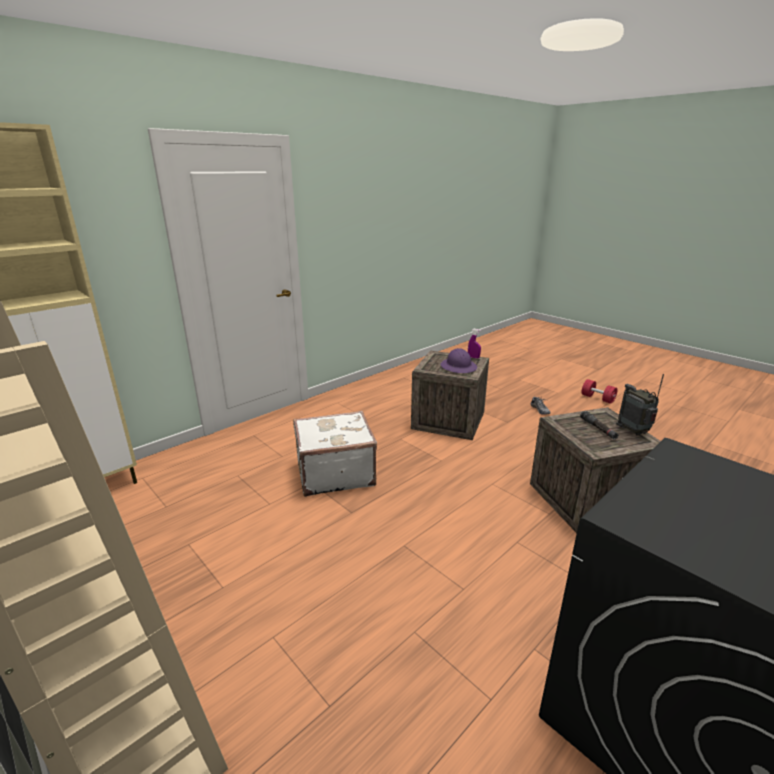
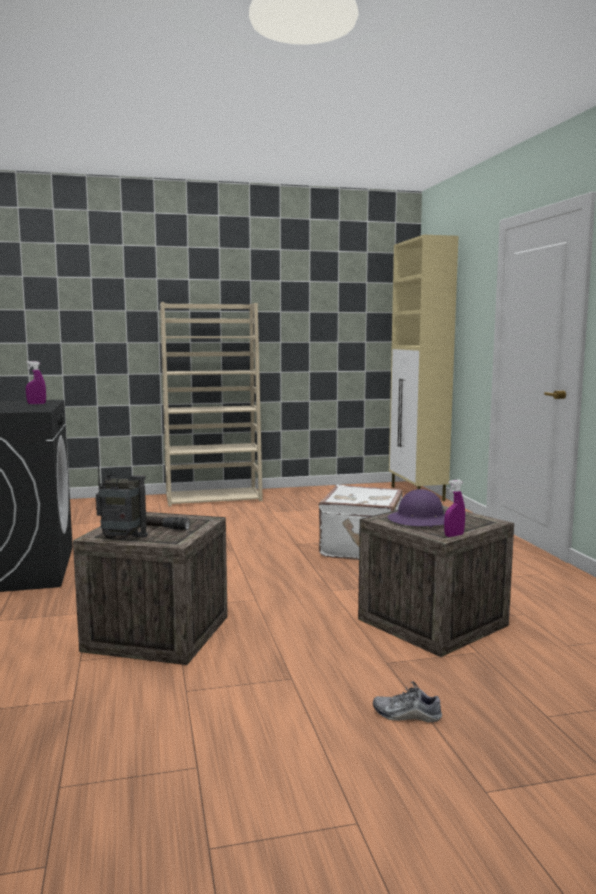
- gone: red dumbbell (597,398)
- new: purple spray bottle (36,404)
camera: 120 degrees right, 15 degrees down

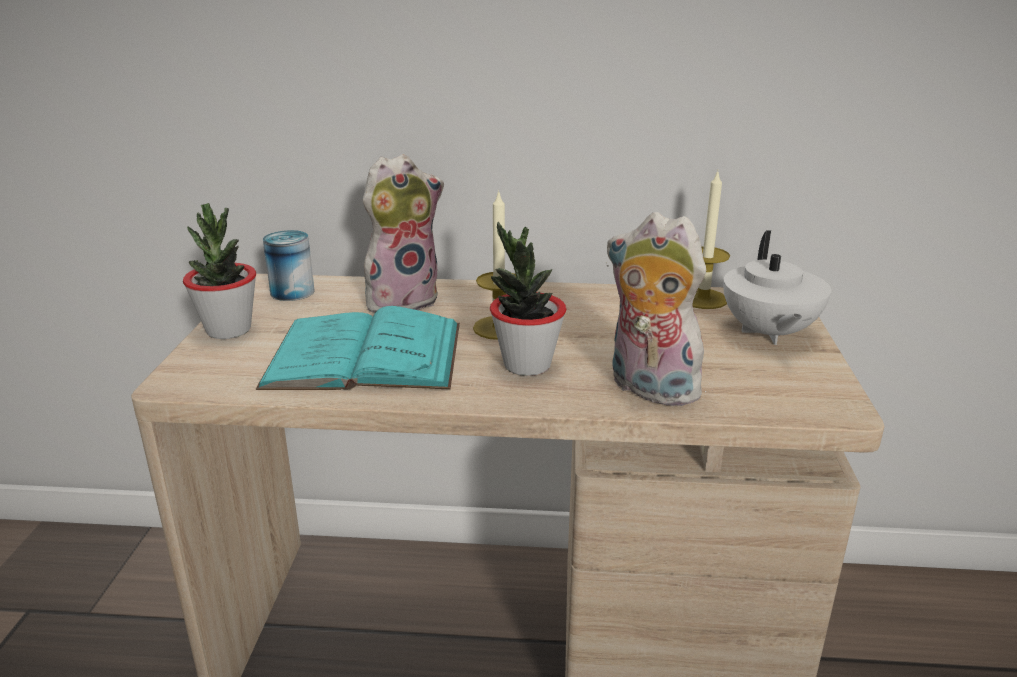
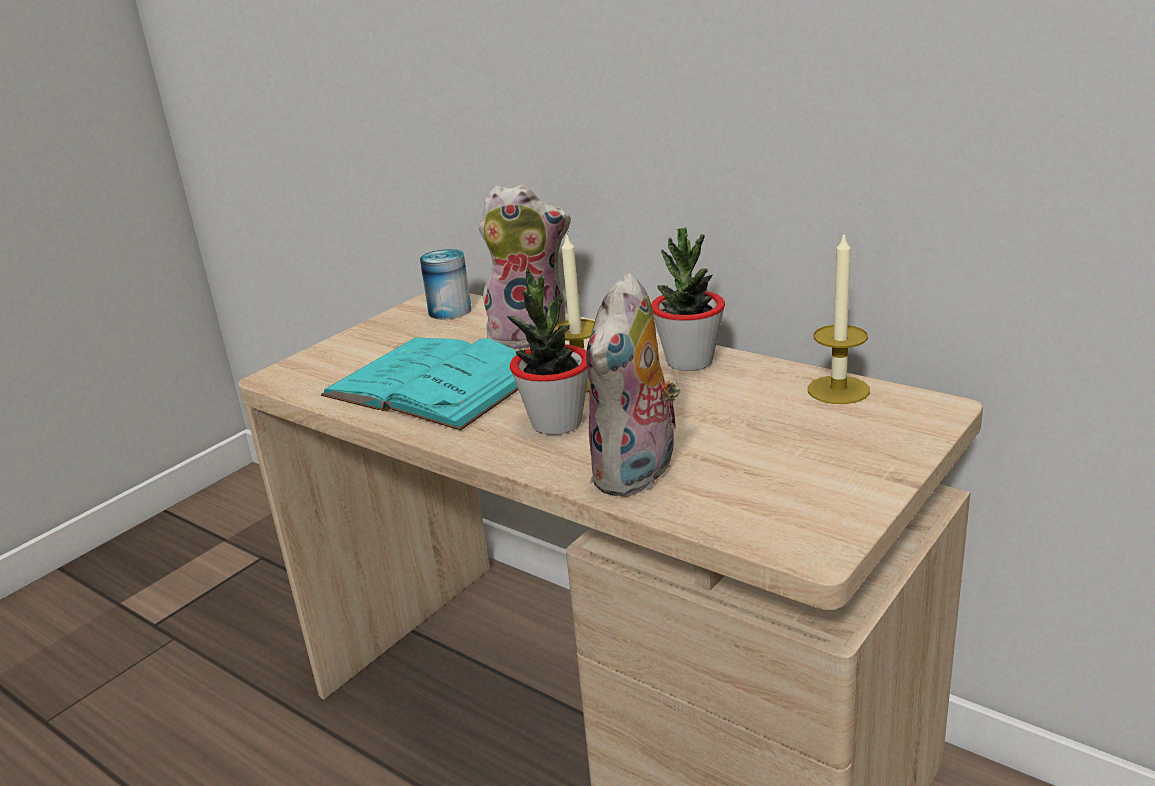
- shifted: potted plant (229,330) to (689,362)
- rotated: plush toy (648,389) = (637,474) 135 degrees counterclockwise
- gone: white teapot (768,333)
camera: 35 degrees right, 0 degrees up

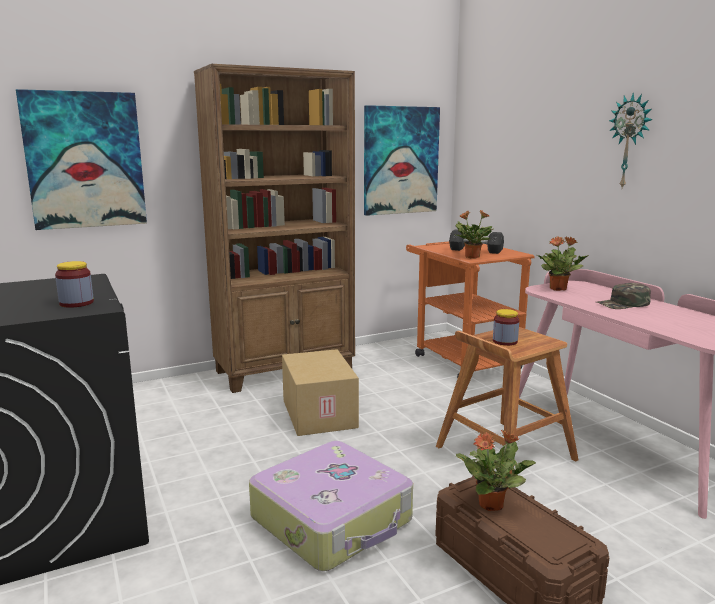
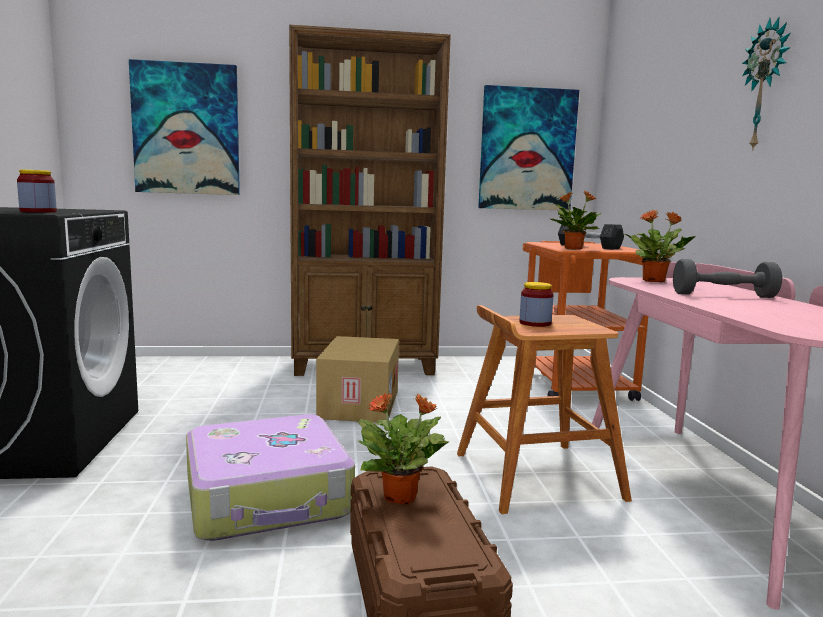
- swapped: green cap (623,304) to grey dumbbell (723,296)
camera: 20 degrees right, 5 degrees down

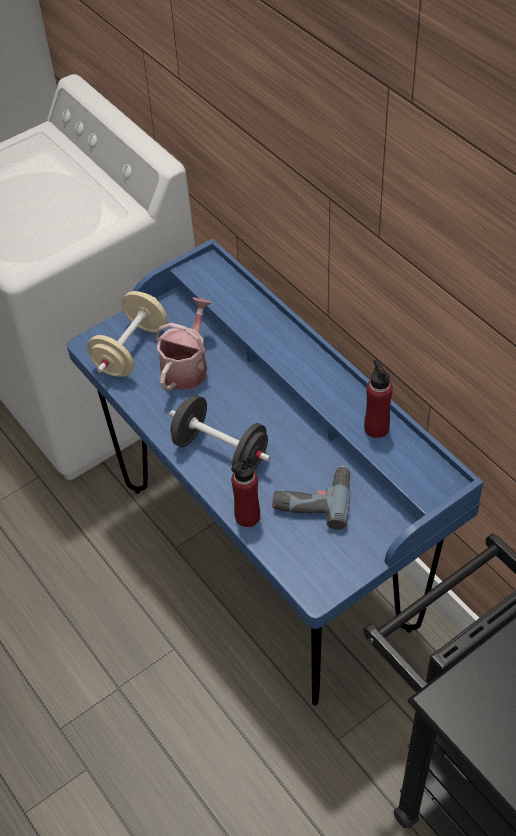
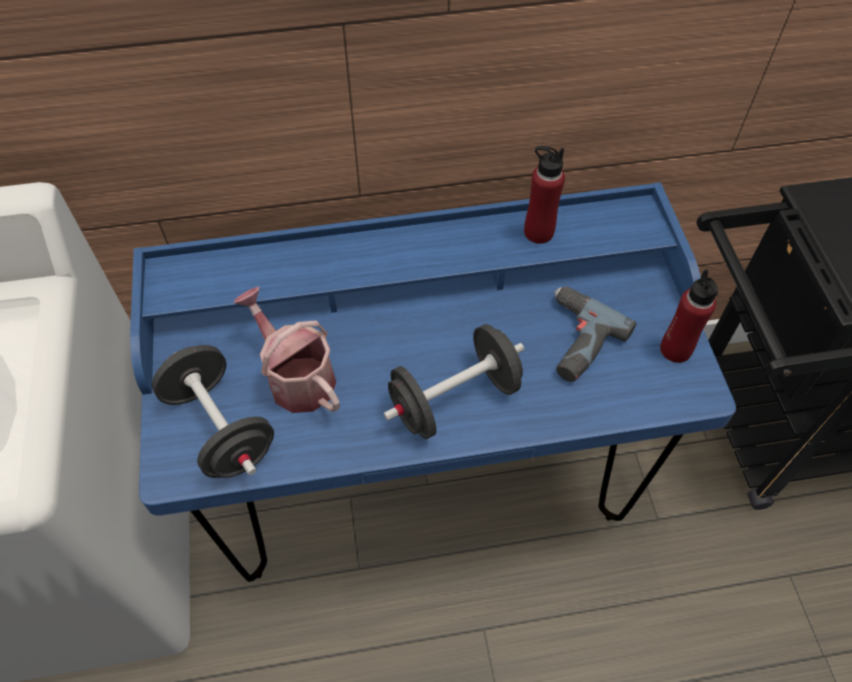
- repainted: beige dumbbell (130,350) to black dumbbell (220,428)
- shifted: red bottle (247,516) to (675,349)
camera: 65 degrees left, 5 degrees up

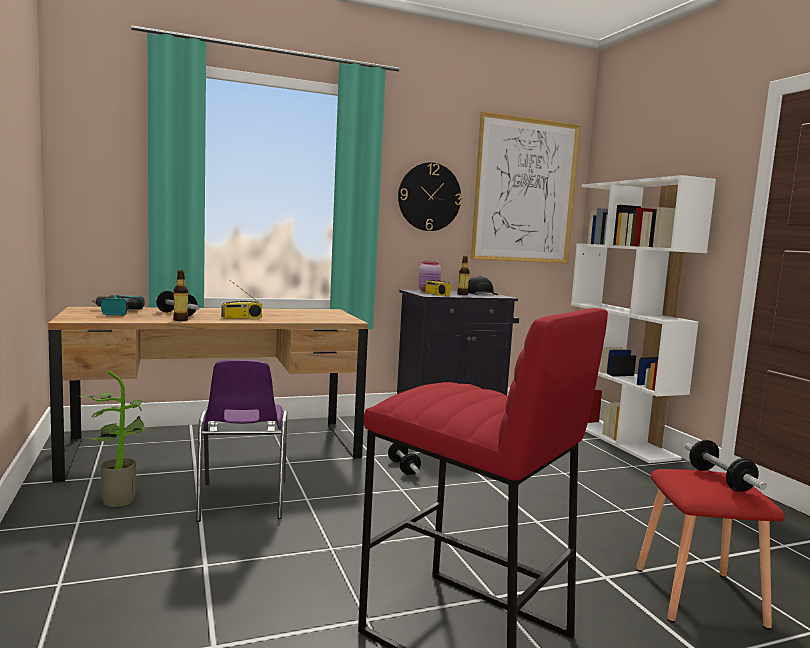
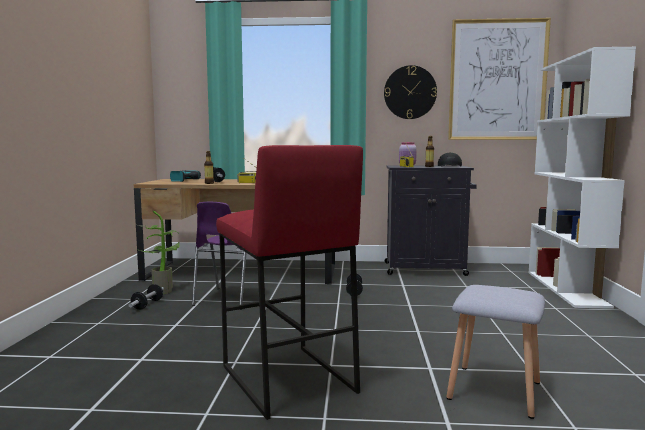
- repainted: red stool (700,596) to grey stool (496,390)
- shifted: dumbbell (720,480) to (147,305)
camera: 25 degrees right, 0 degrees up

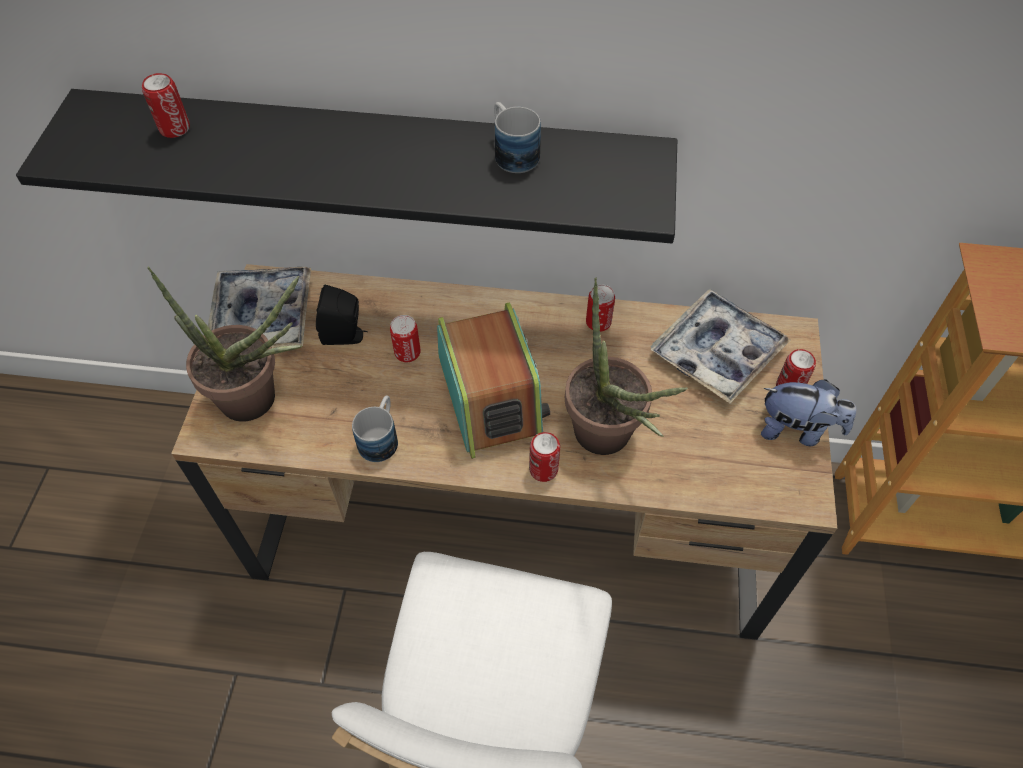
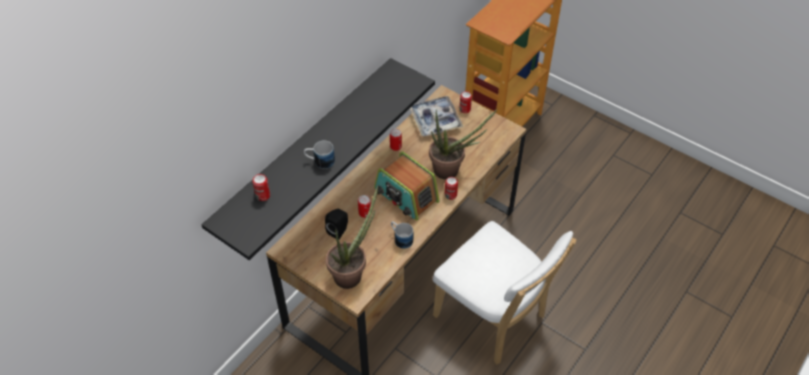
- gone: tray (262,316)
- rotated: radio (490,396) = (406,196) 150 degrees counterclockwise
- shifted: mug (512,152) to (320,161)
- gone: plush toy (796,430)
camera: 60 degrees left, 5 degrees down

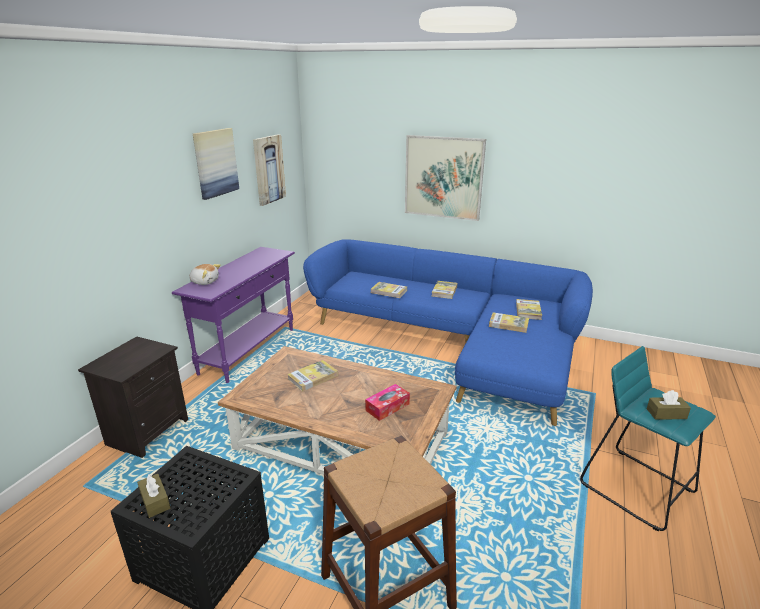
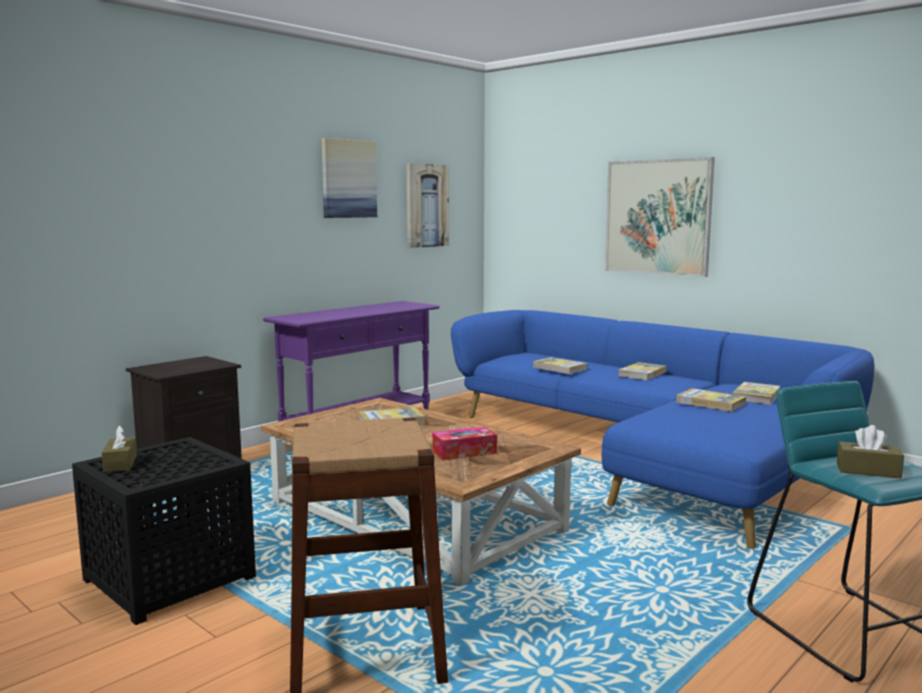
- gone: plush toy (205,281)
camera: 20 degrees right, 15 degrees down

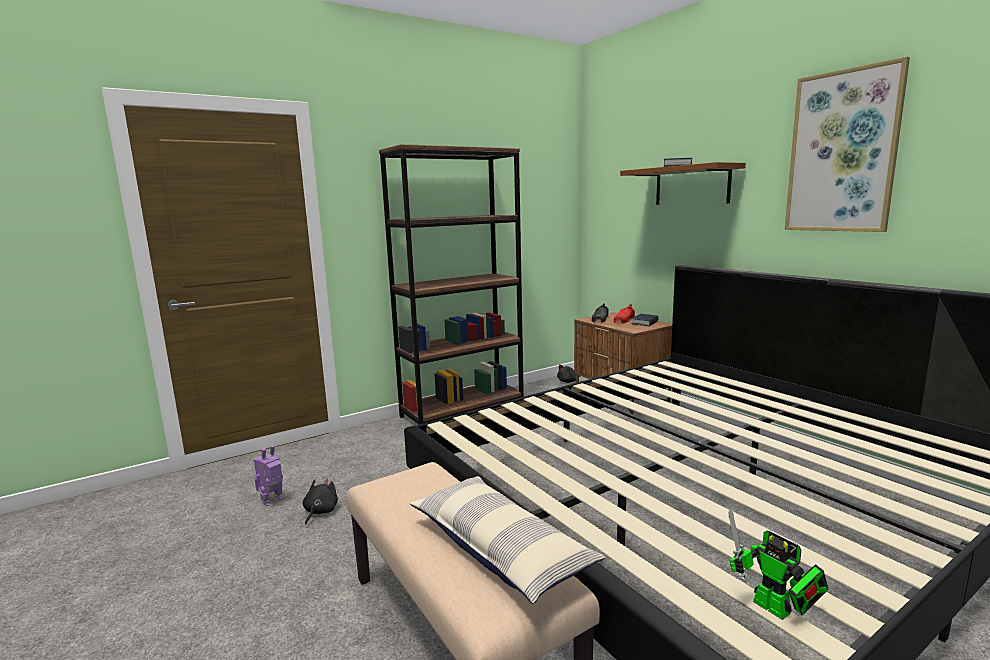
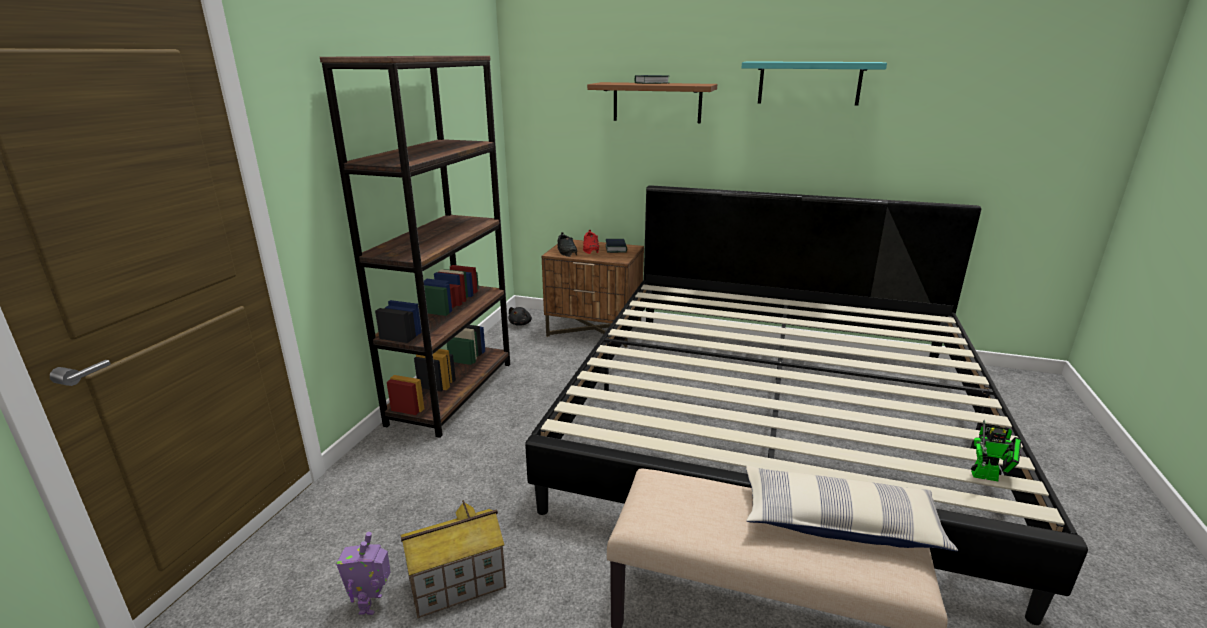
- swapped: black plush toy (320,512) to toy house (456,584)
- swapped: picture (842,152) to turquoise shelf (809,83)
camera: 40 degrees left, 10 degrees up

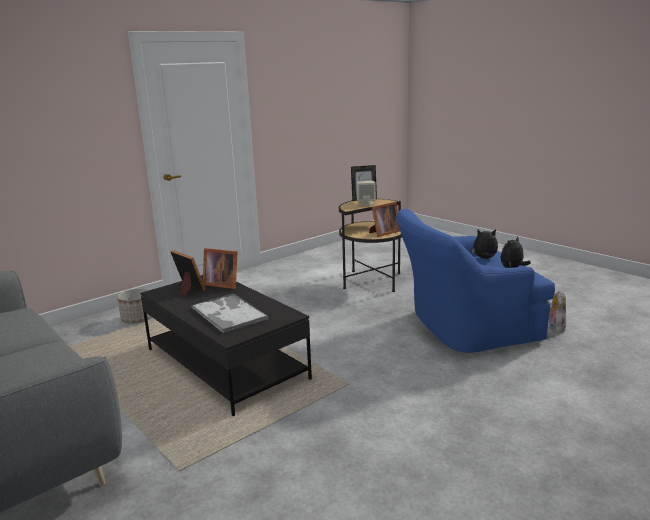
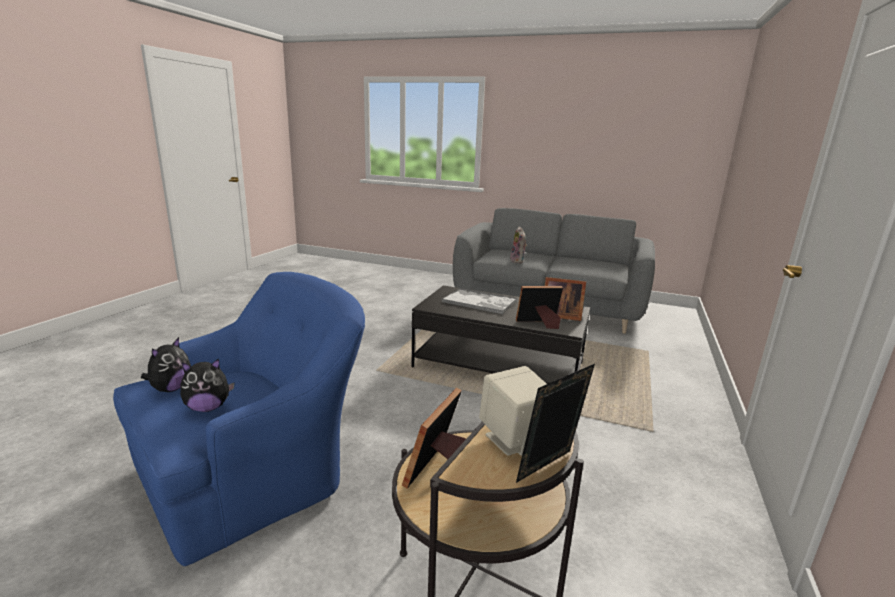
- gone: planter (138,318)
- shifted: plush toy (555,328) to (518,261)
camera: 150 degrees right, 0 degrees up

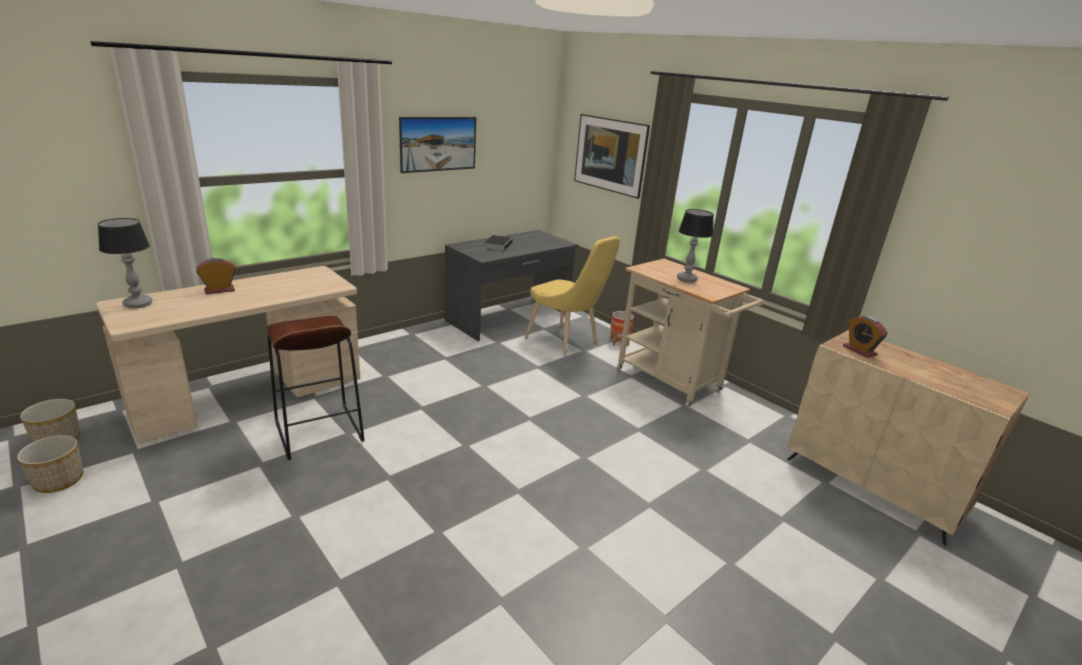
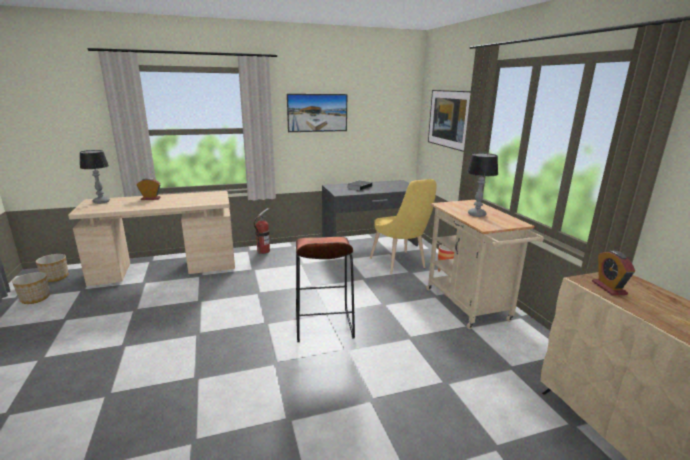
- shifted: brown stool (318,431) to (323,325)
- new: fire extinguisher (263,251)
camera: 25 degrees right, 5 degrees down

